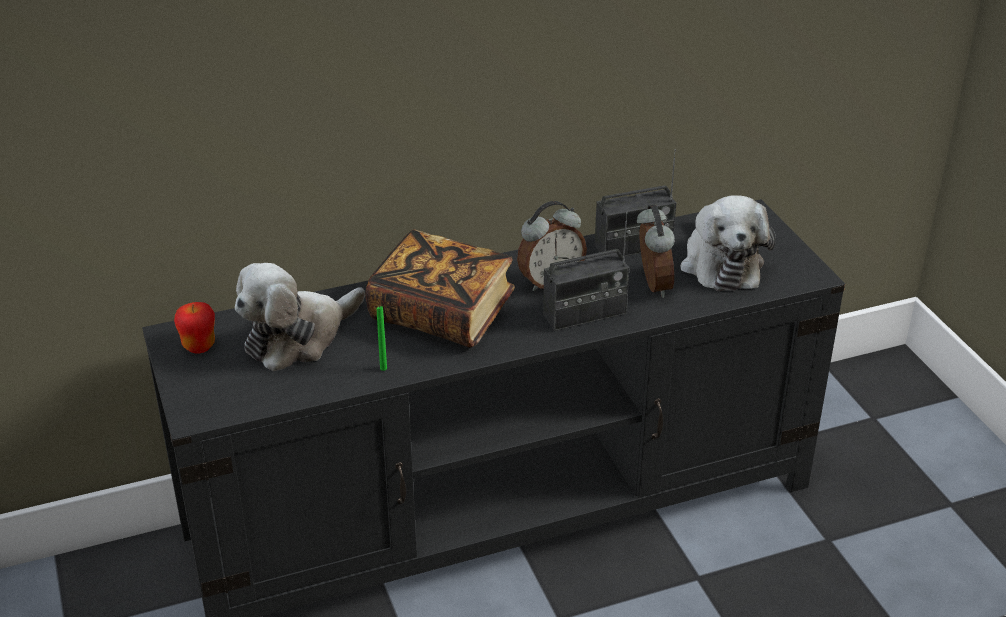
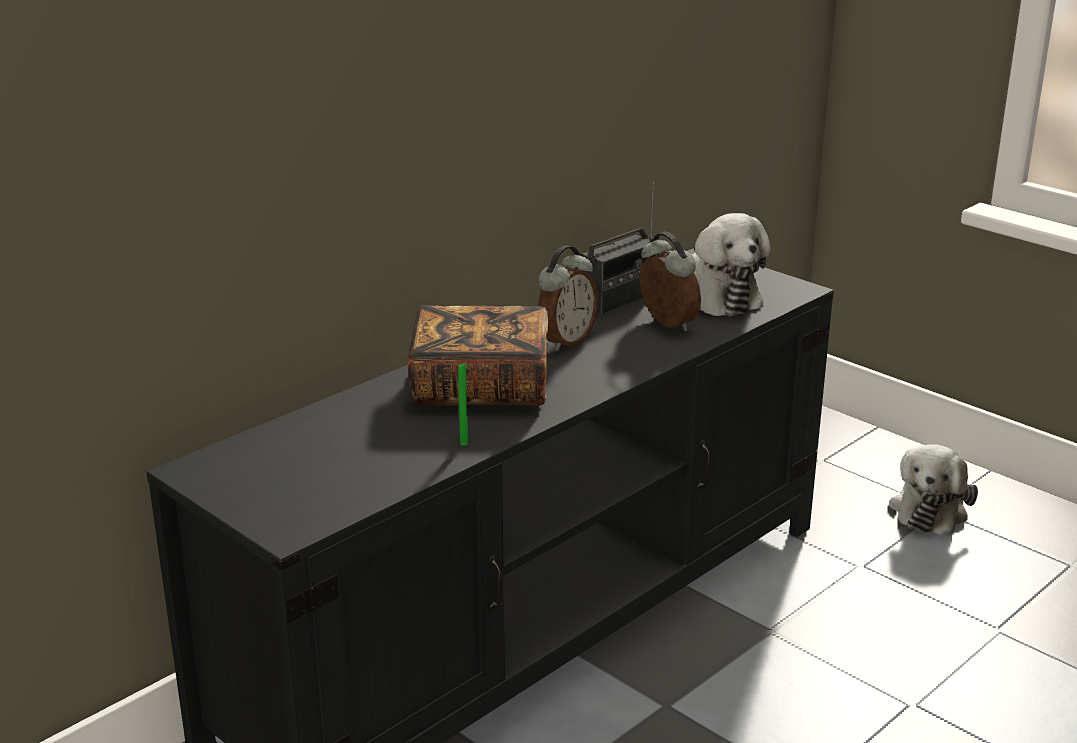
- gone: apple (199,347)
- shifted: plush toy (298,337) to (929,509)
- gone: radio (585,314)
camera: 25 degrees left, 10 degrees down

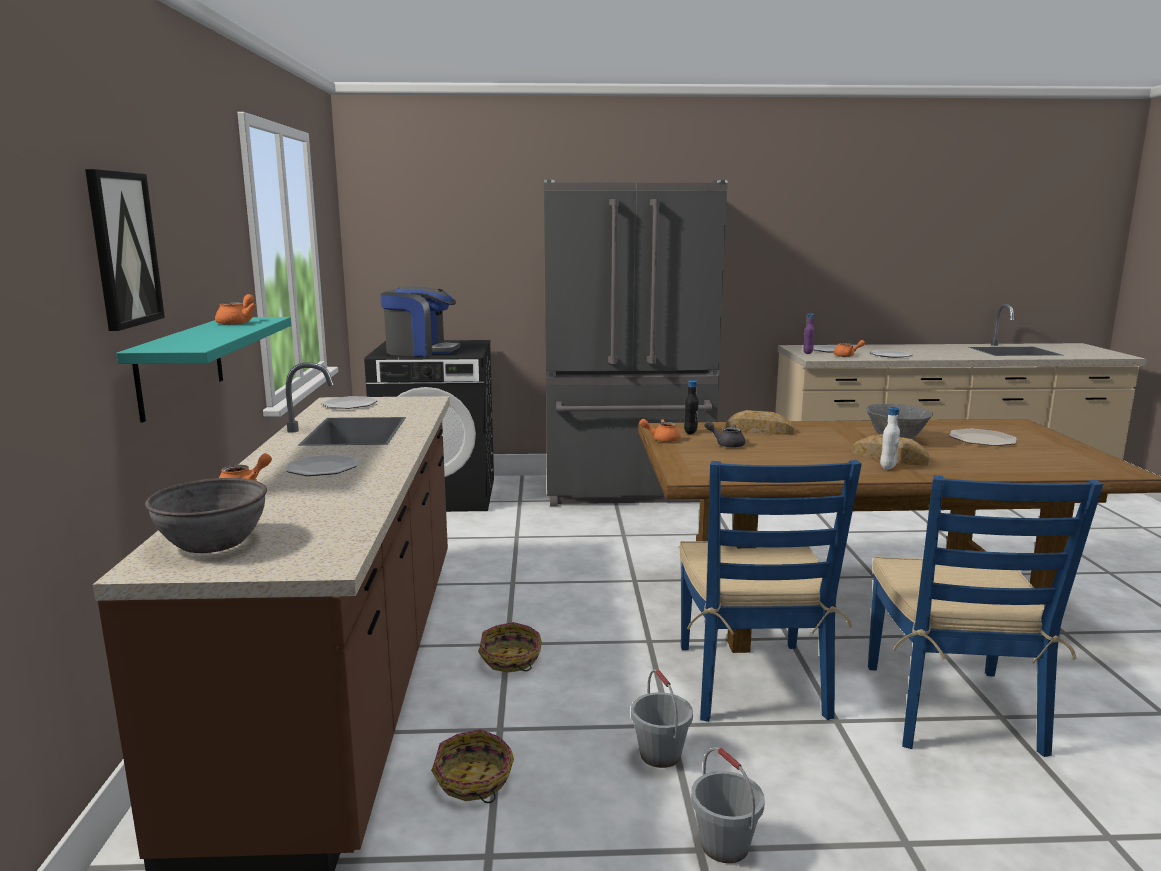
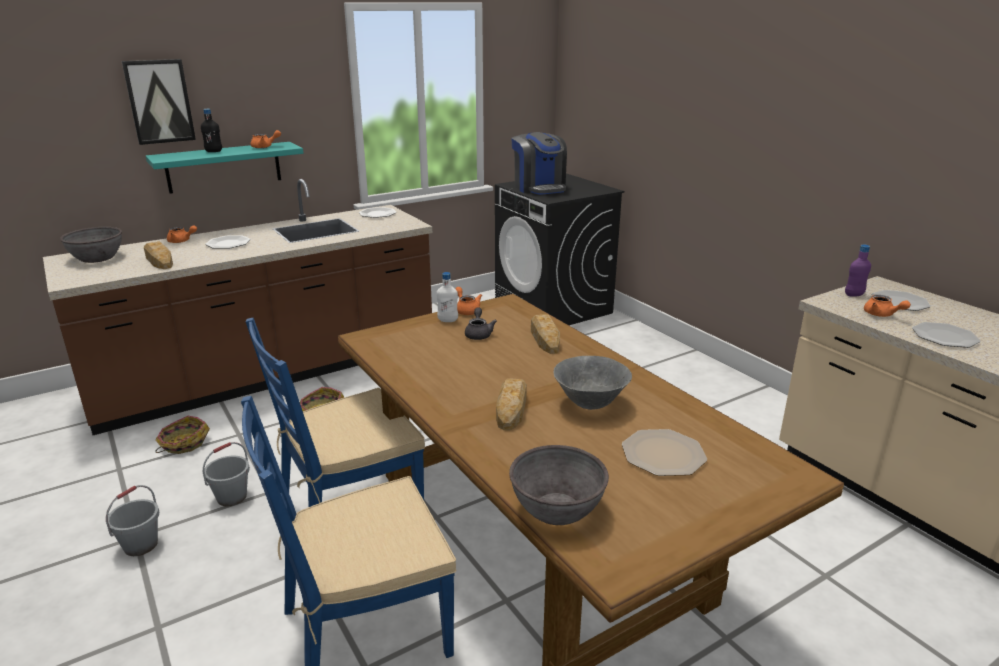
- gone: grey fridge (627,490)
- shifted: black bottle (690,432) to (214,151)
- shifted: white bottle (887,467) to (447,320)
- new: bread (159,260)
- new: grey bowl (557,508)
camera: 60 degrees right, 10 degrees up

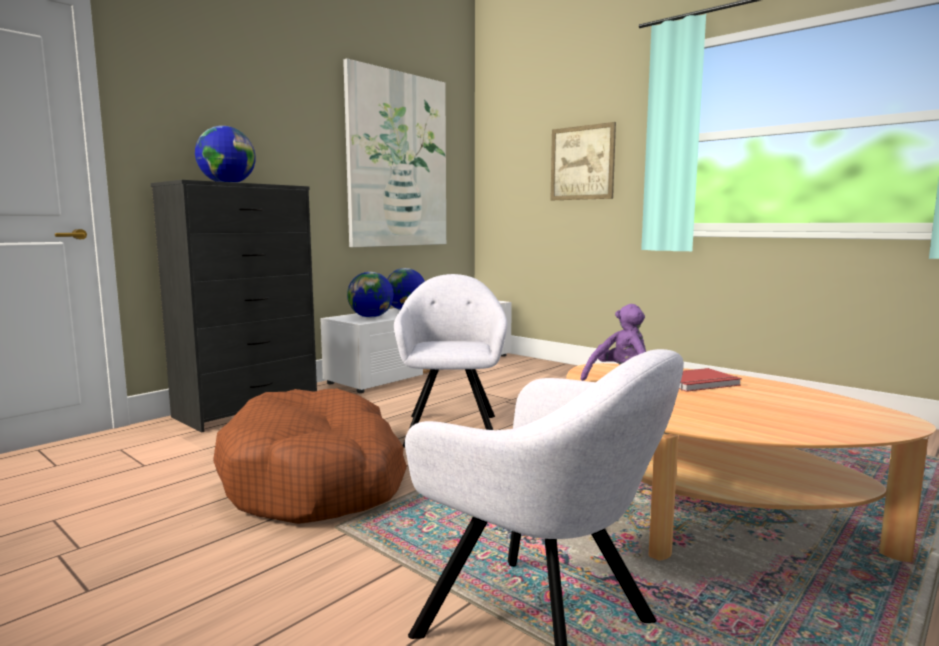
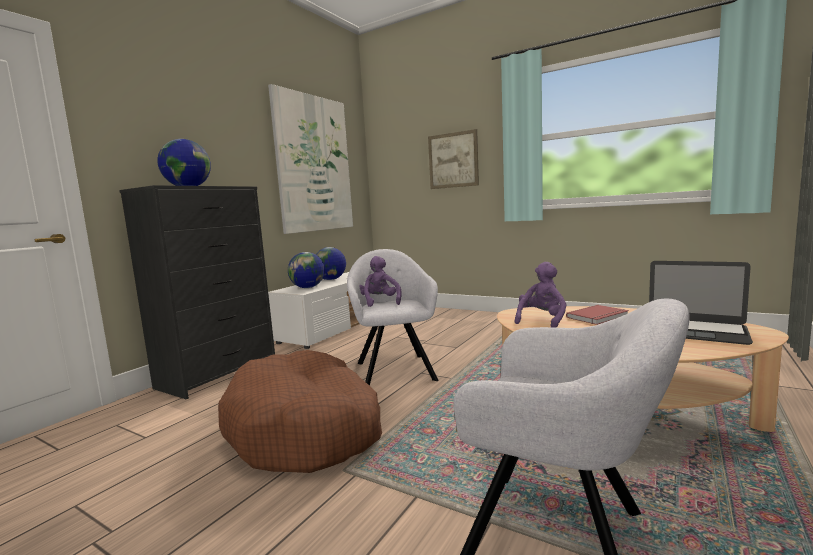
- new: purple plush toy (380,302)
- new: laptop (694,330)
camera: 10 degrees left, 0 degrees up

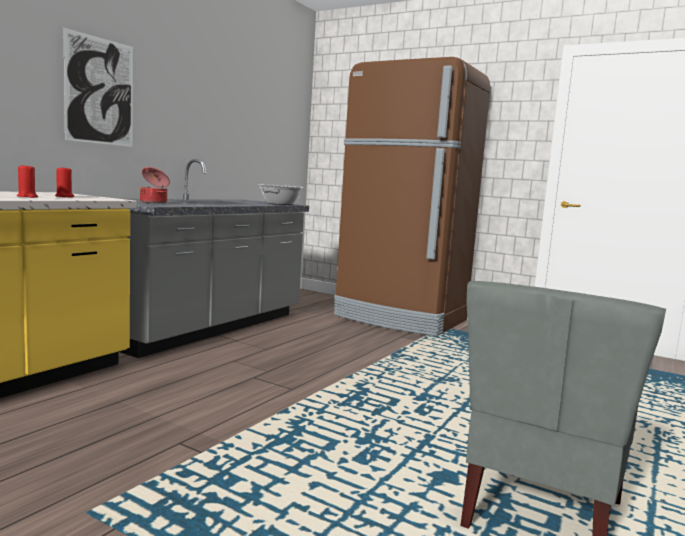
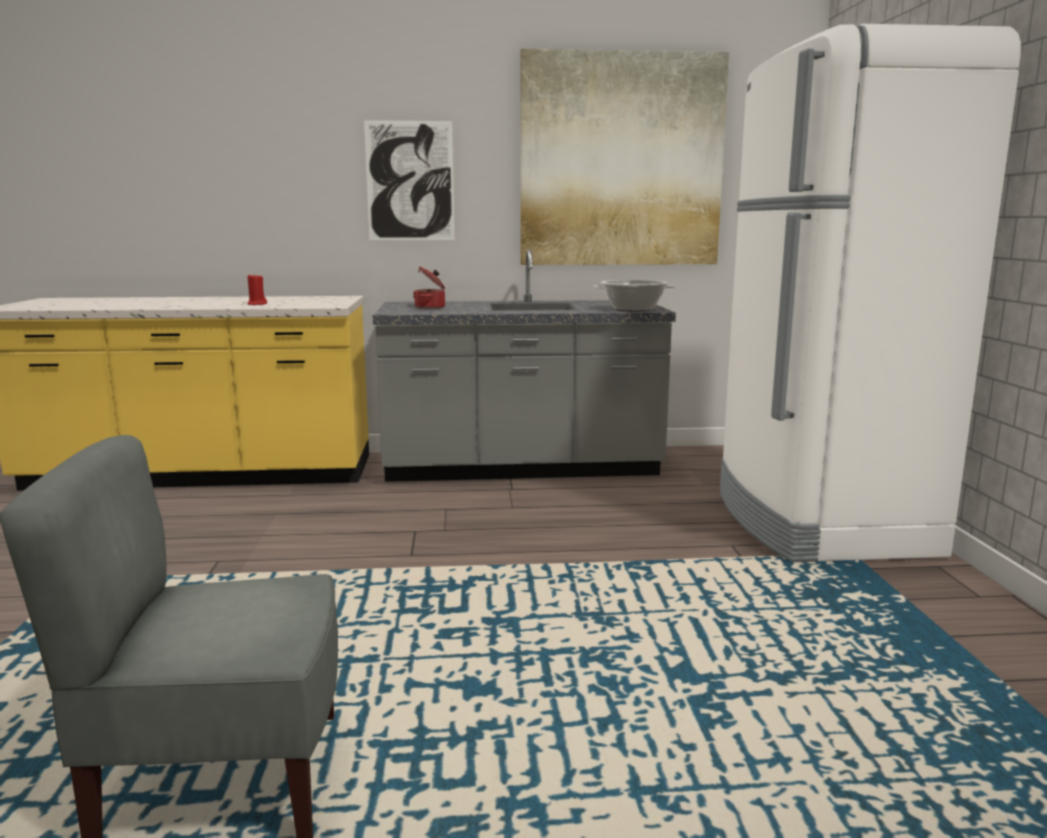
- gone: red candle (64,196)
- repainted: brown fridge (400,318) to white fridge (818,521)
- new: picture (621,161)
camera: 55 degrees right, 5 degrees up

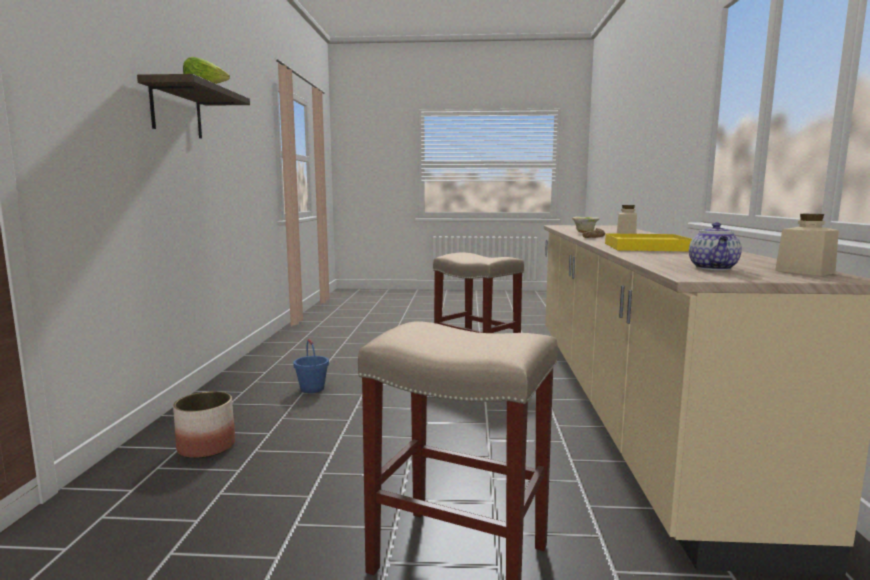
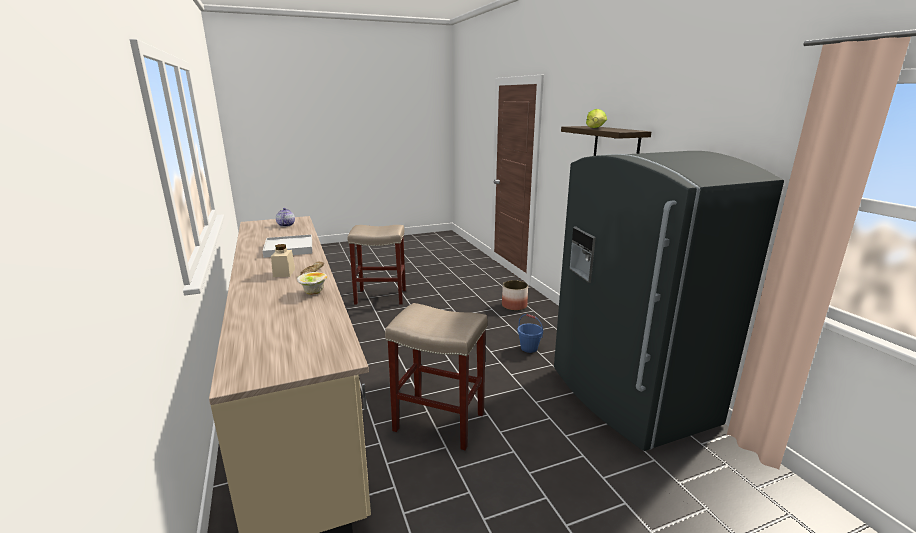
- repainted: yellow tray (647,247) to white tray (289,248)
- gone: beige jar (804,272)
- new: grey fridge (628,396)
camera: 155 degrees right, 10 degrees up

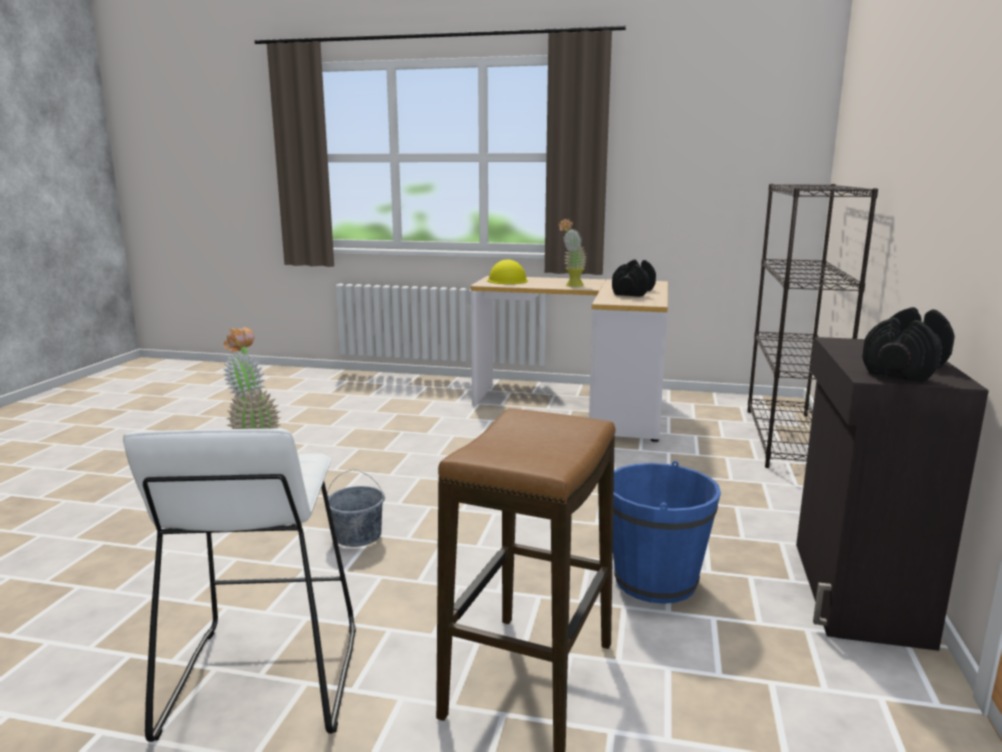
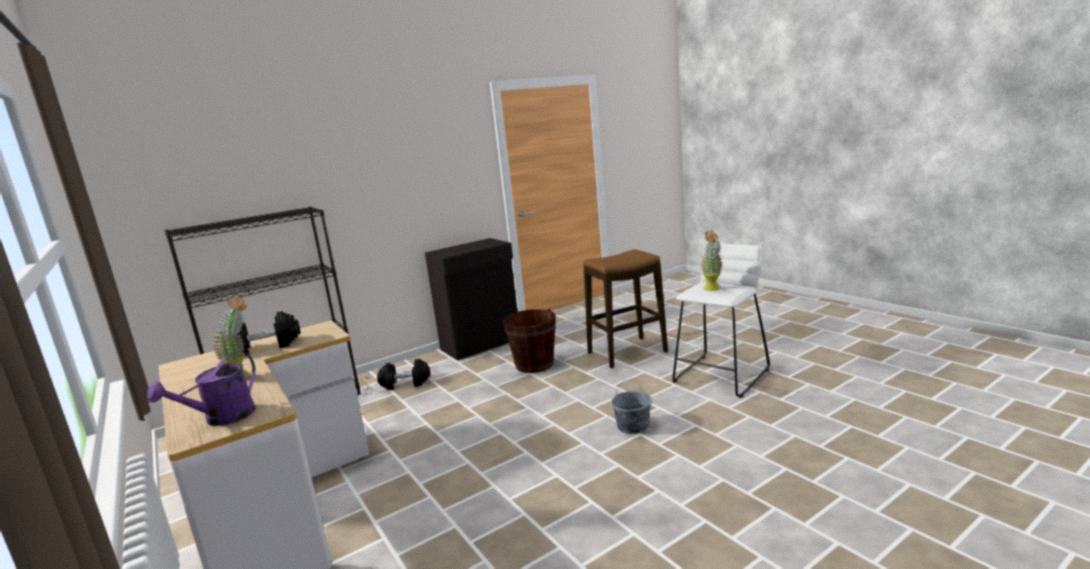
- swapped: yellow hard hat (507,280) to purple watering can (222,419)
- repainted: blue bucket (655,581) to brown bucket (534,364)
- shifted: black dumbbell (904,369) to (405,384)
camera: 135 degrees left, 0 degrees up

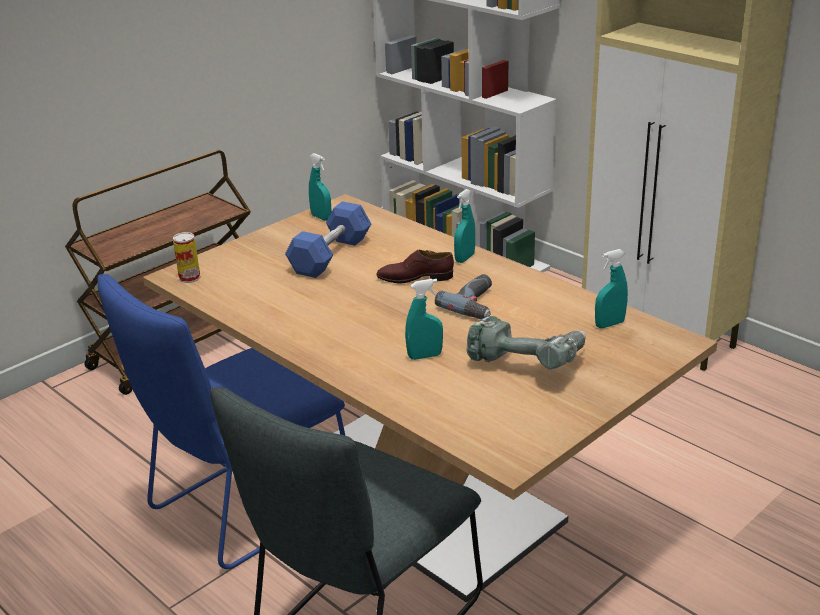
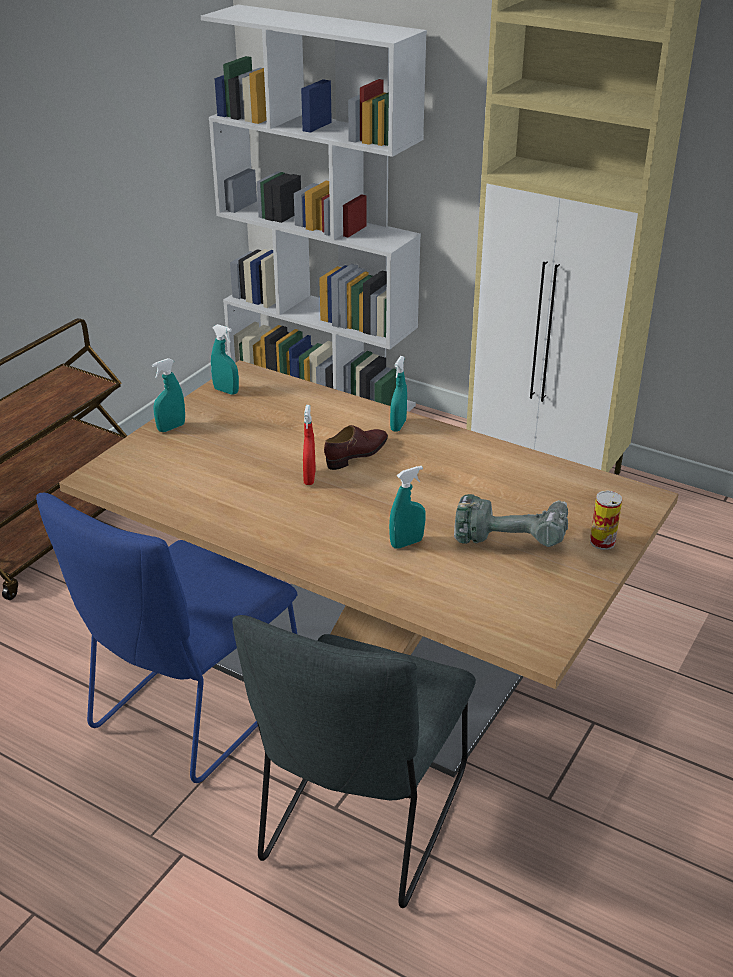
- shifted: can (189,278) to (602,542)
- gone: blue dumbbell (330,255)
- rotated: brown shoe (415,278) = (357,454) 150 degrees clockwise
- gone: power drill (477,304)
- shifted: turquoise spray bottle (609,324) to (171,427)
- new: red spray bottle (309,478)
camera: 15 degrees left, 5 degrees up

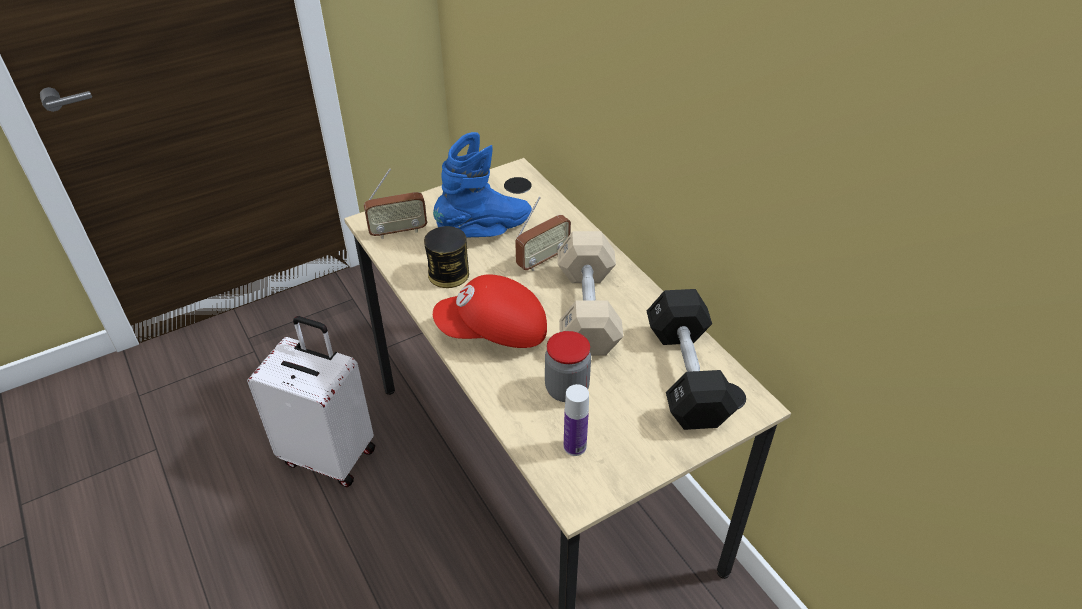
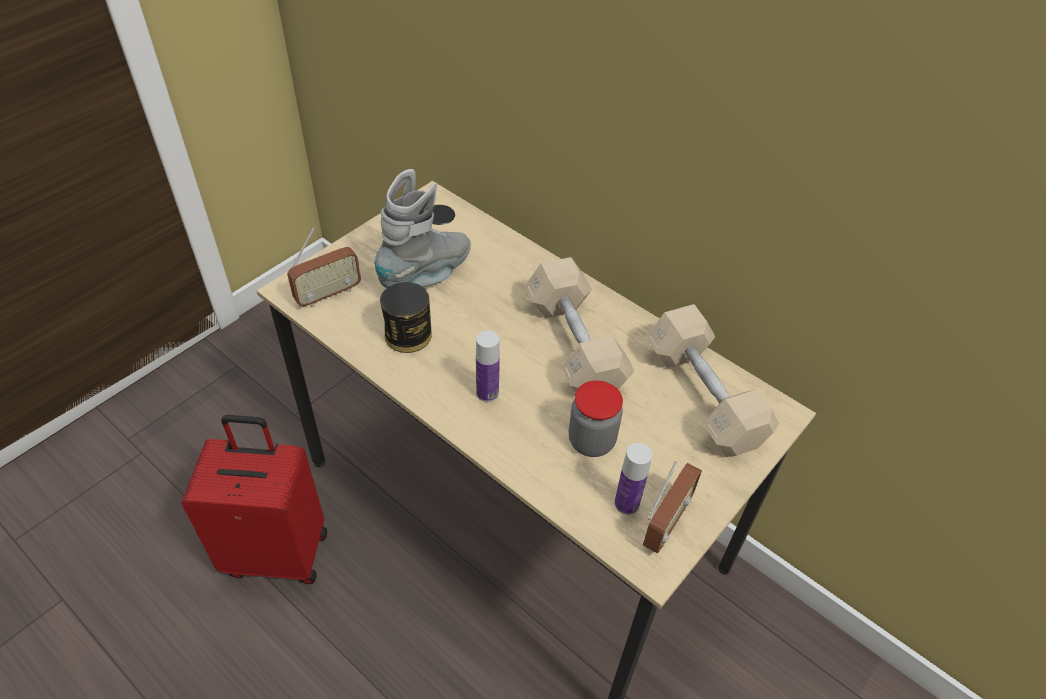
- repainted: white suitcase (330,454) to red suitcase (278,551)
- repainted: blue boot (486,231) to grey boot (428,275)
- swapped: red cap (494,332) to bottle (487,393)
- shifted: radio (542,259) to (666,523)
- repainted: black dumbbell (686,375) to beige dumbbell (703,396)
camera: 20 degrees left, 5 degrees up

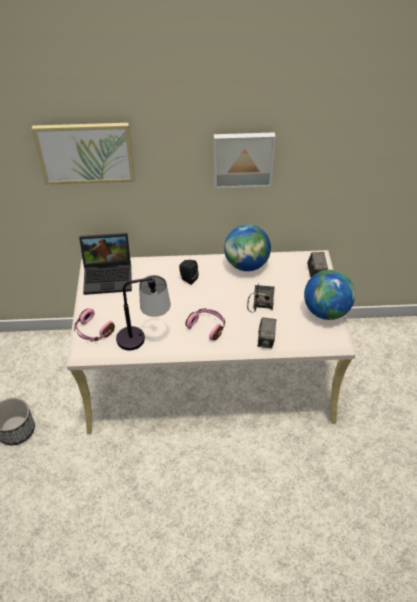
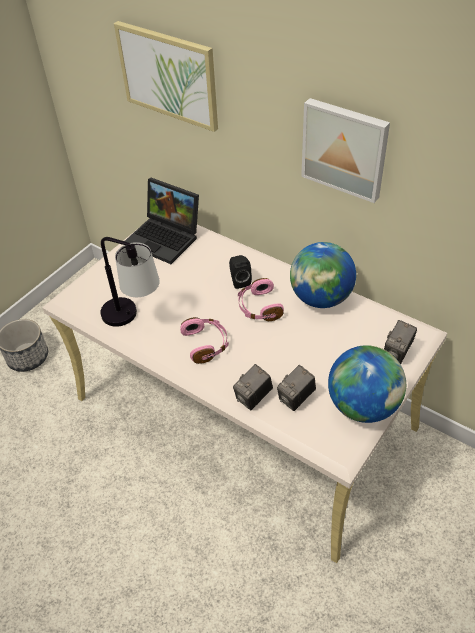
- shifted: pink headphones (93,331) to (259,307)
- gone: radio (261,301)
- new: photo camera (296,398)
camera: 40 degrees right, 0 degrees up

